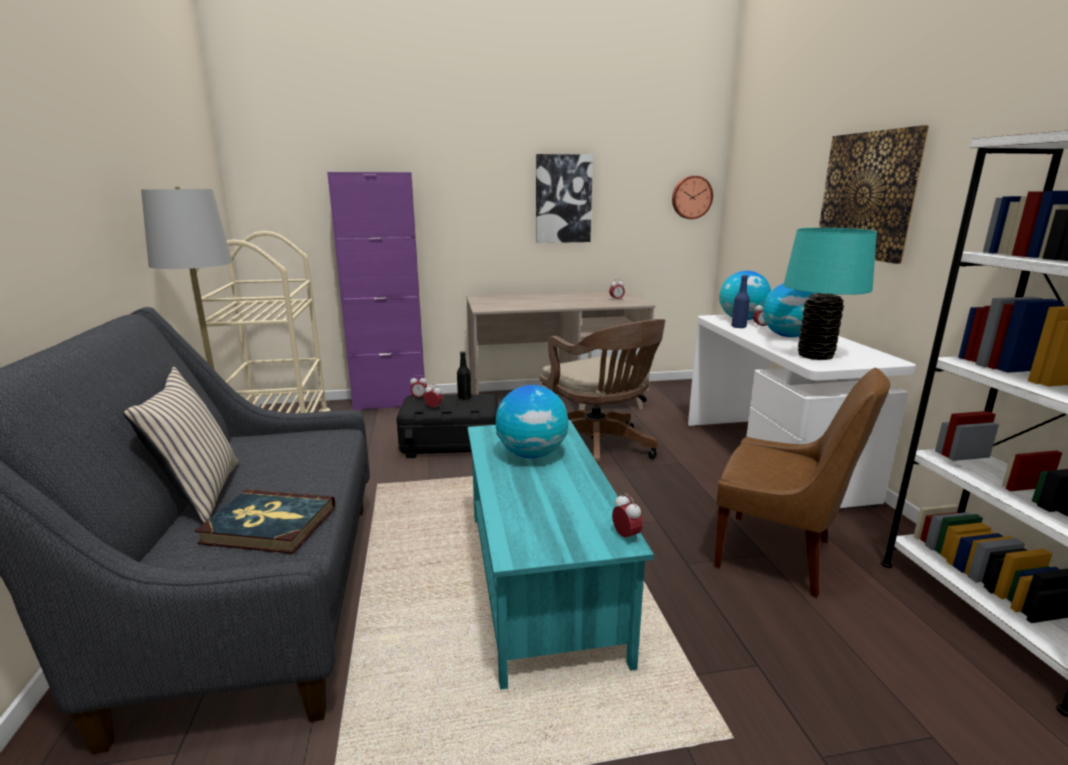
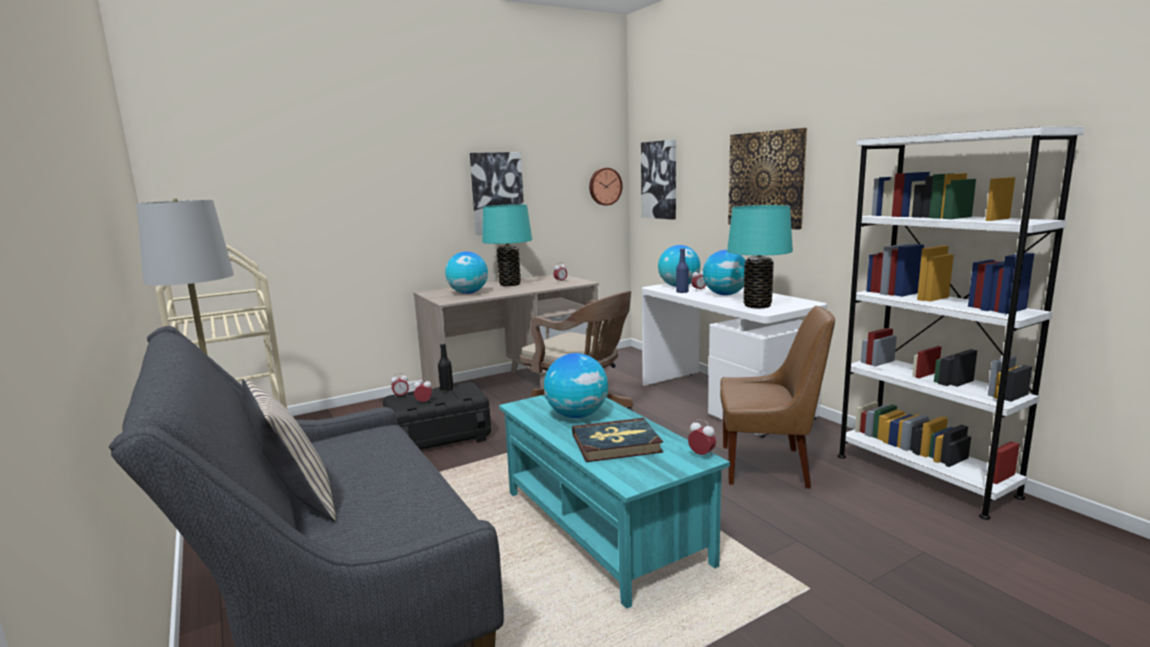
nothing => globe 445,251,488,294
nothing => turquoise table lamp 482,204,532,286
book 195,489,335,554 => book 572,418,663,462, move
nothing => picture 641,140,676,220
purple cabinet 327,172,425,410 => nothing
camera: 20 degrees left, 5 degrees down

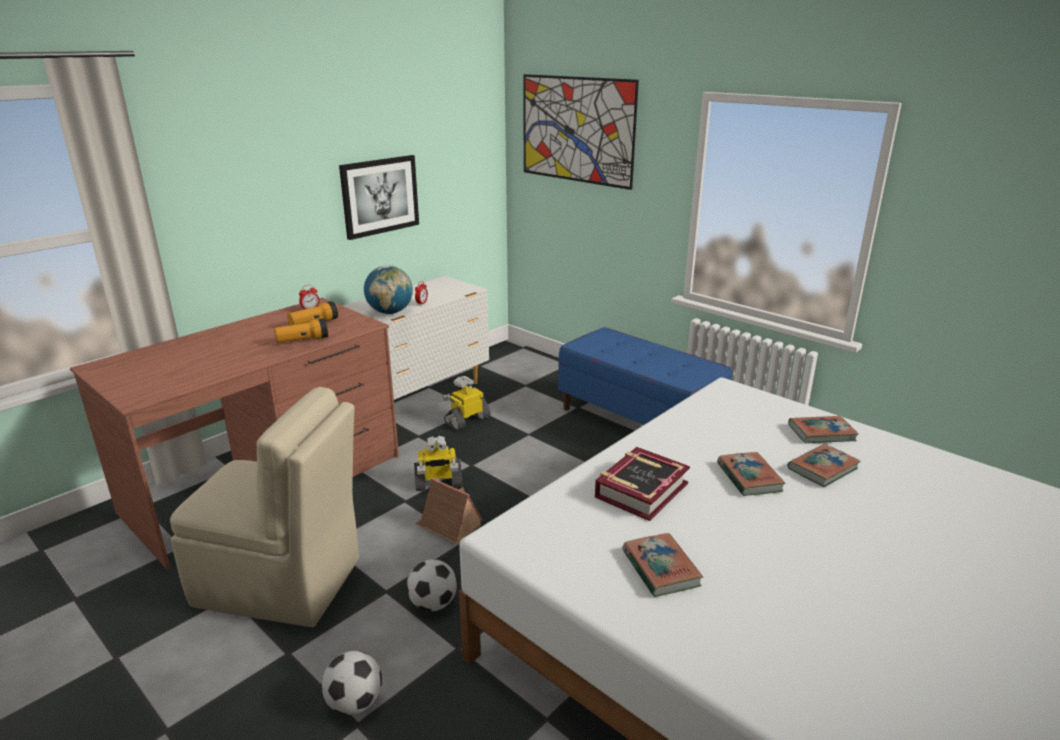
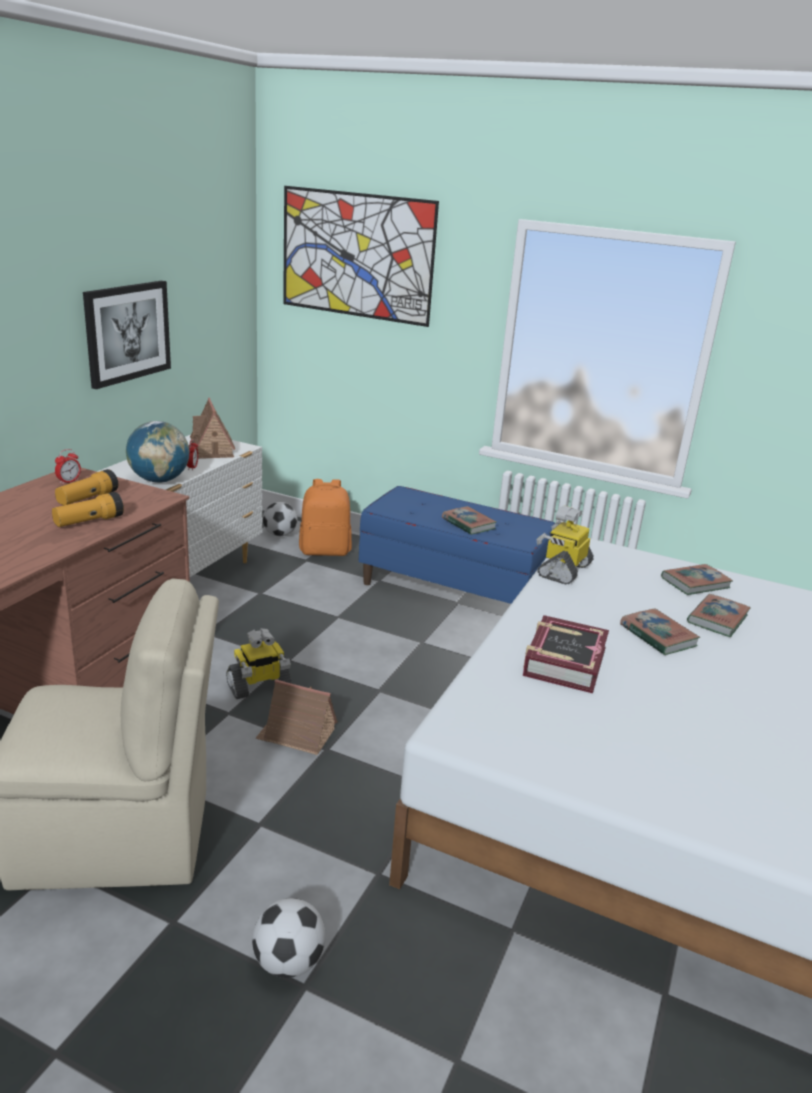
nothing => toy house 190,398,236,459
football 407,559,457,611 => football 263,502,298,536, move
nothing => orange backpack 299,479,352,556
book 622,533,703,597 => book 442,506,497,535, move
toy robot 442,376,491,430 => toy robot 536,506,594,584, move
camera: 20 degrees left, 0 degrees up

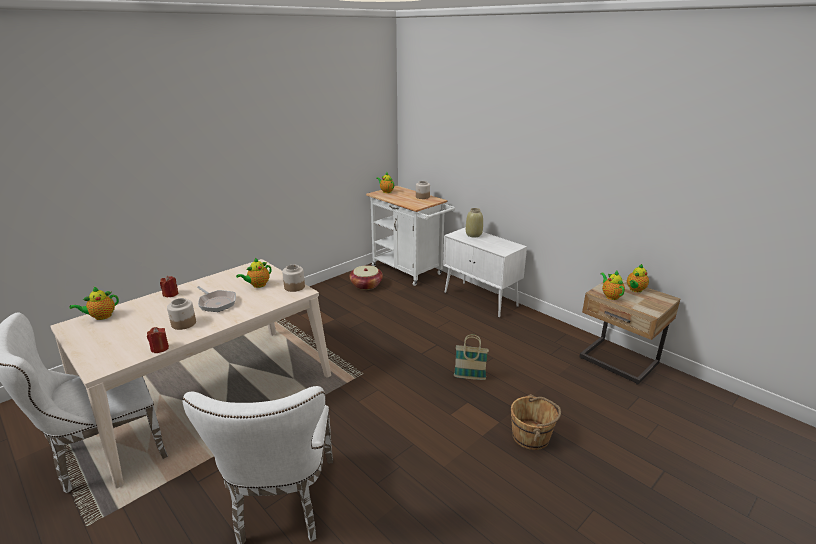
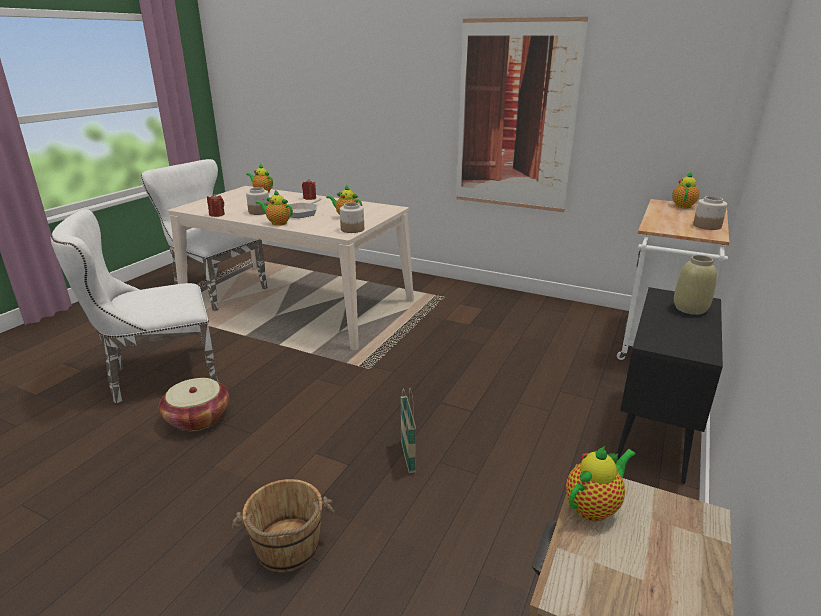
basket 350,265,383,290 => basket 159,378,229,431, move
teapot 627,264,649,292 => teapot 256,190,293,226, move
nothing => picture 456,17,588,212
white cabinet 443,227,527,318 => black cabinet 616,287,723,484
camera: 70 degrees right, 0 degrees up

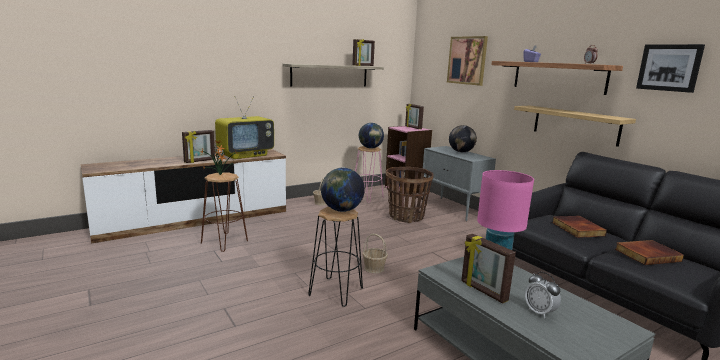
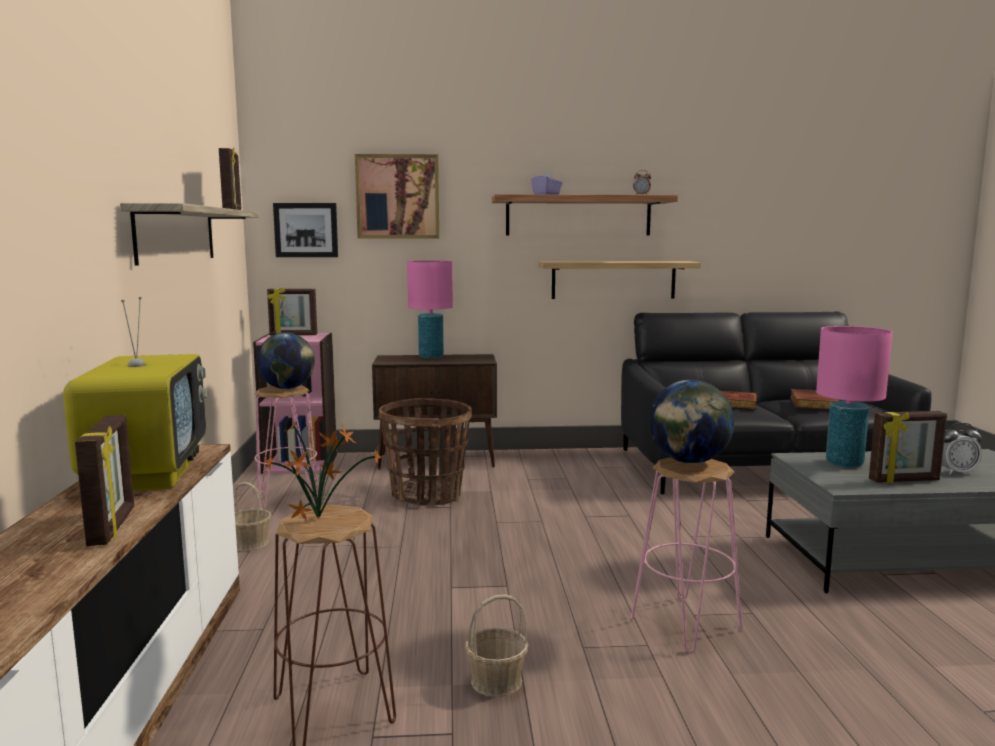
picture 636,44,705,93 => picture 273,203,338,257, move
grey cabinet 423,146,496,221 => brown cabinet 372,354,497,469
globe 449,125,477,152 => pink table lamp 407,260,453,359
basket 362,234,388,273 => basket 465,594,528,697, move
black stool 308,207,363,307 => pink stool 631,457,742,653
camera: 60 degrees left, 5 degrees down

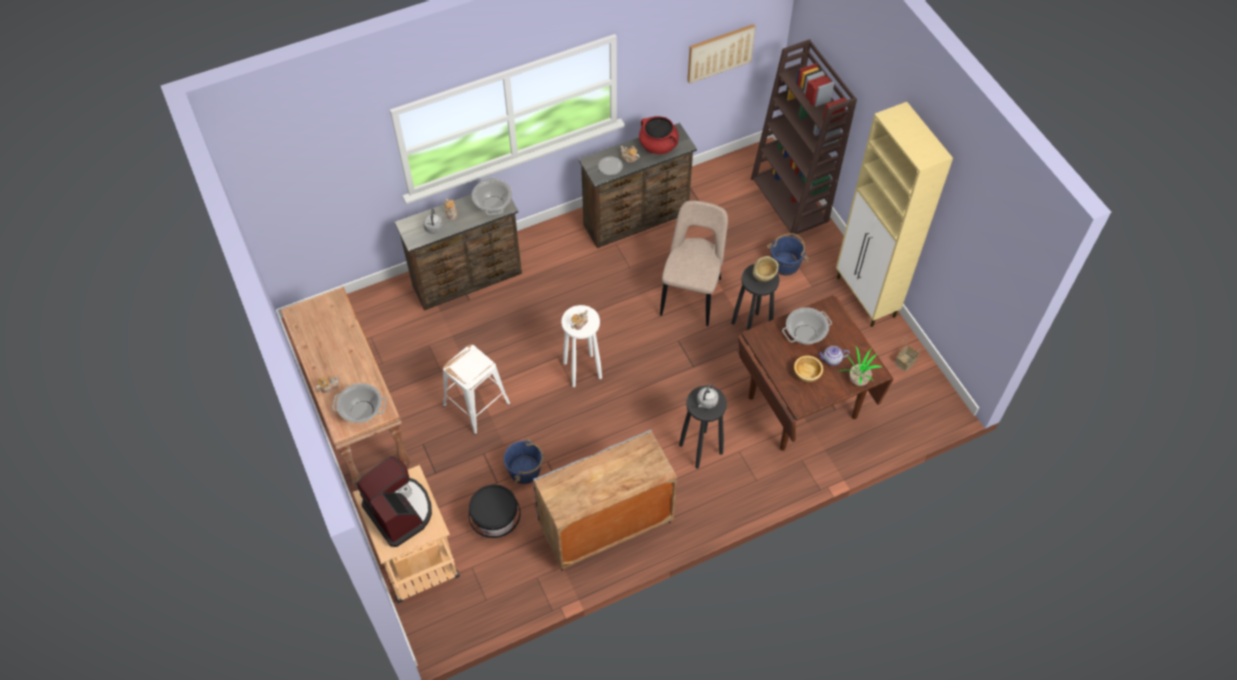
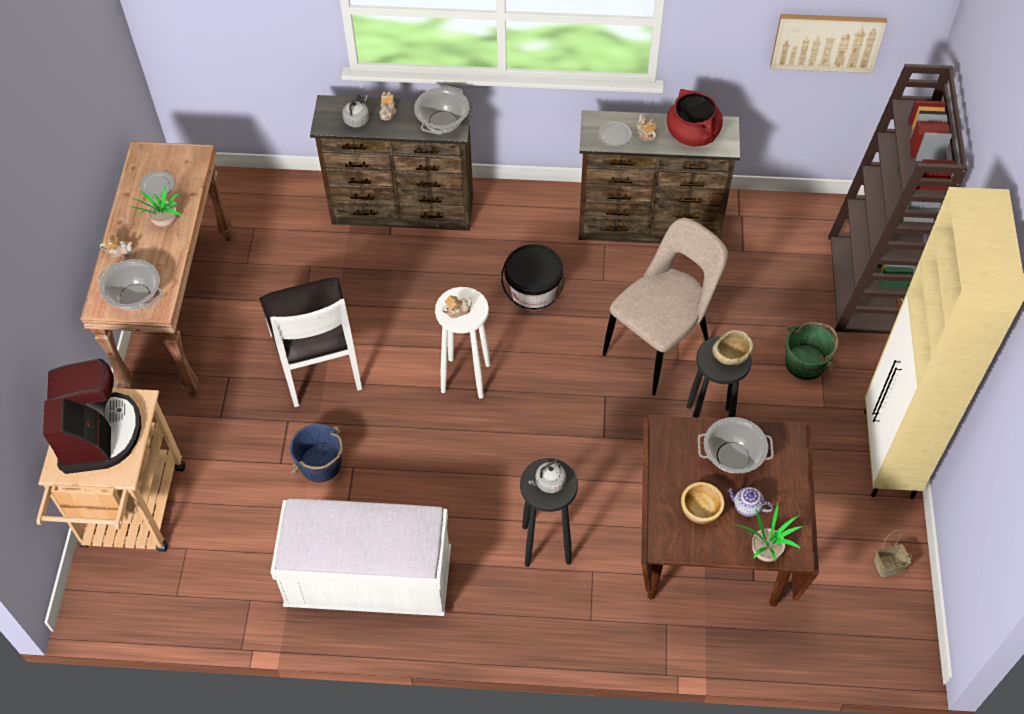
nothing => potted plant 128,186,183,227
nothing => plate 140,171,175,198
white stool 443,345,511,435 => white chair 259,278,362,407
grey cabinet 533,429,677,571 => white bench 270,498,451,616
black bucket 469,485,521,538 => black bucket 501,244,564,310, move
blue bucket 767,233,809,276 => green bucket 785,322,839,380
camera: 30 degrees right, 0 degrees up

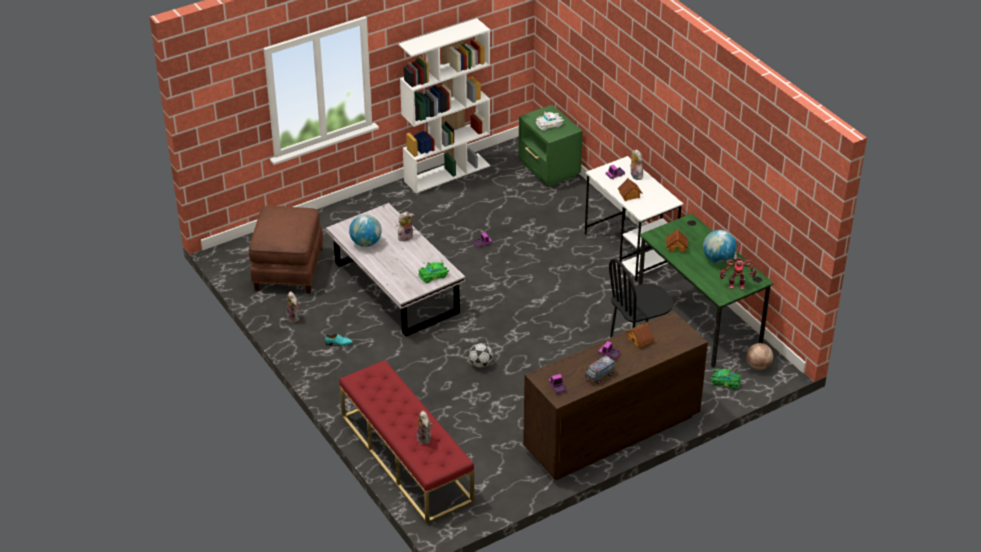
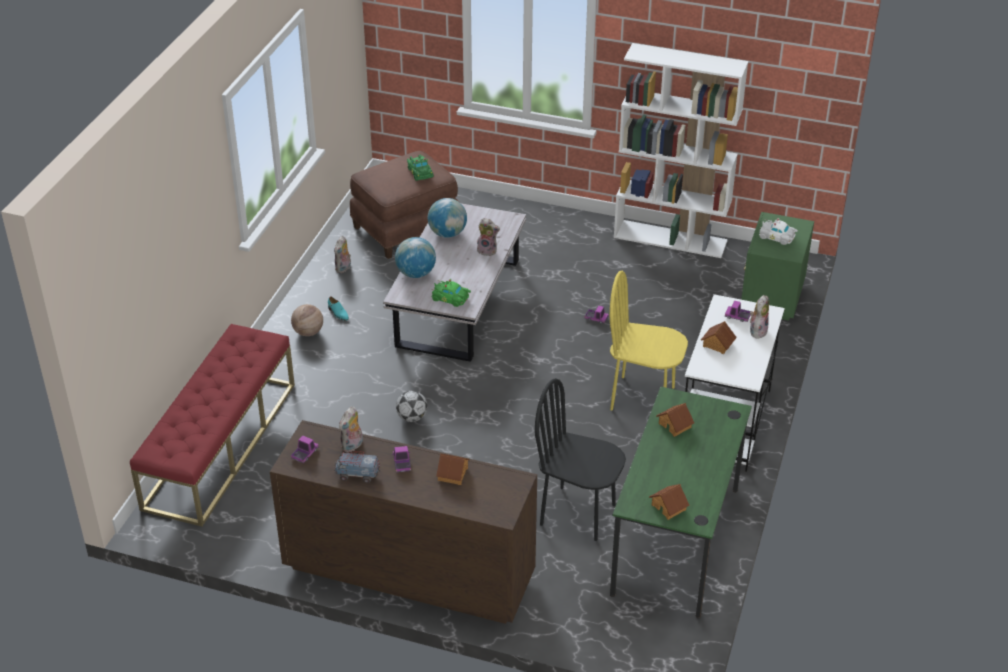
basketball 746,343,773,370 => basketball 291,304,323,336, move
plush toy 417,410,433,445 => plush toy 339,406,363,453, move
globe 703,230,737,263 => globe 395,237,436,278, move
green toy car 710,368,742,390 => green toy car 407,155,434,181, move
nothing => yellow chair 610,271,688,411
toy robot 720,251,757,289 => toy house 649,484,689,520
camera: 50 degrees right, 0 degrees up

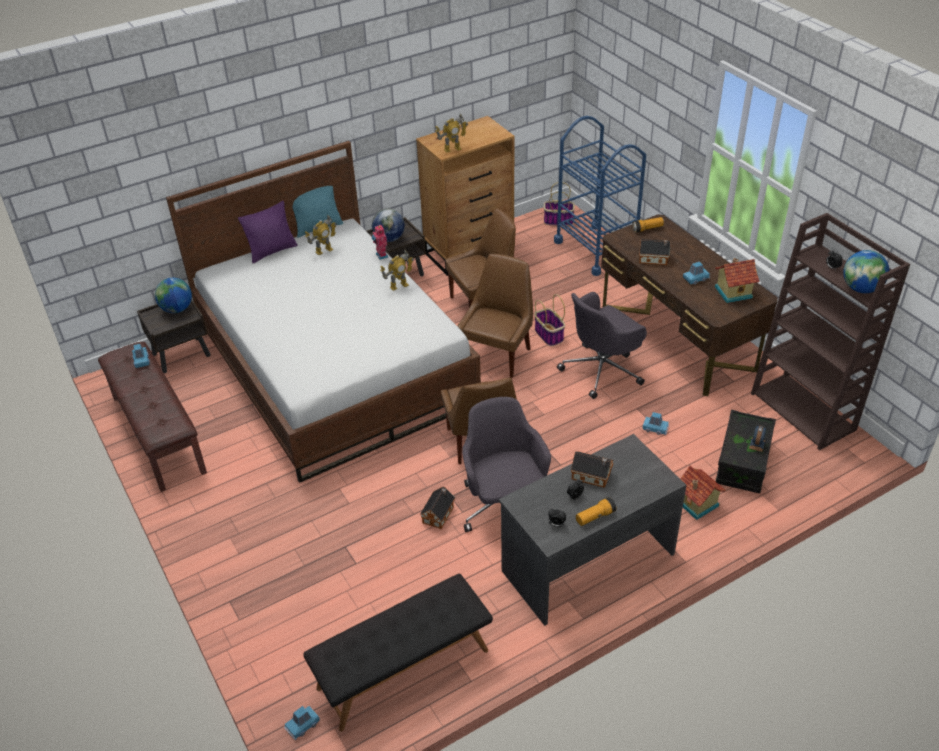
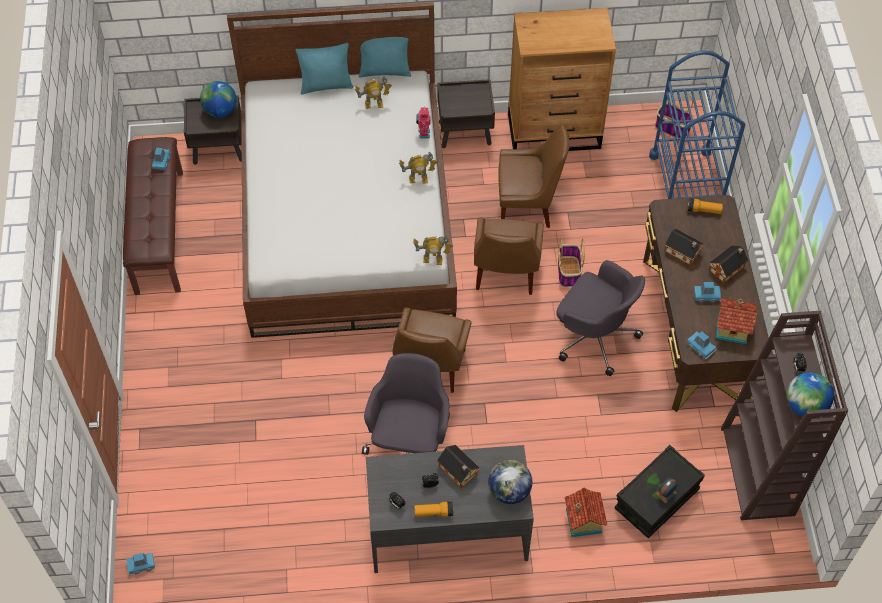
purple pillow 238,201,298,263 => turquoise pillow 296,43,353,95
toy robot 435,114,468,153 => toy robot 413,235,453,265, move
brown chair 457,254,533,378 => brown chair 474,217,544,295, 135 degrees clockwise
globe 372,209,405,242 => globe 488,460,532,504, move
grey office chair 557,292,647,399 => grey office chair 557,260,645,376, 135 degrees counterclockwise
blue toy car 642,412,669,436 => blue toy car 687,332,716,360, move
toy house 420,487,455,529 => toy house 709,245,749,284, move
black bench 303,574,493,732 => nothing
camera: 25 degrees right, 15 degrees up

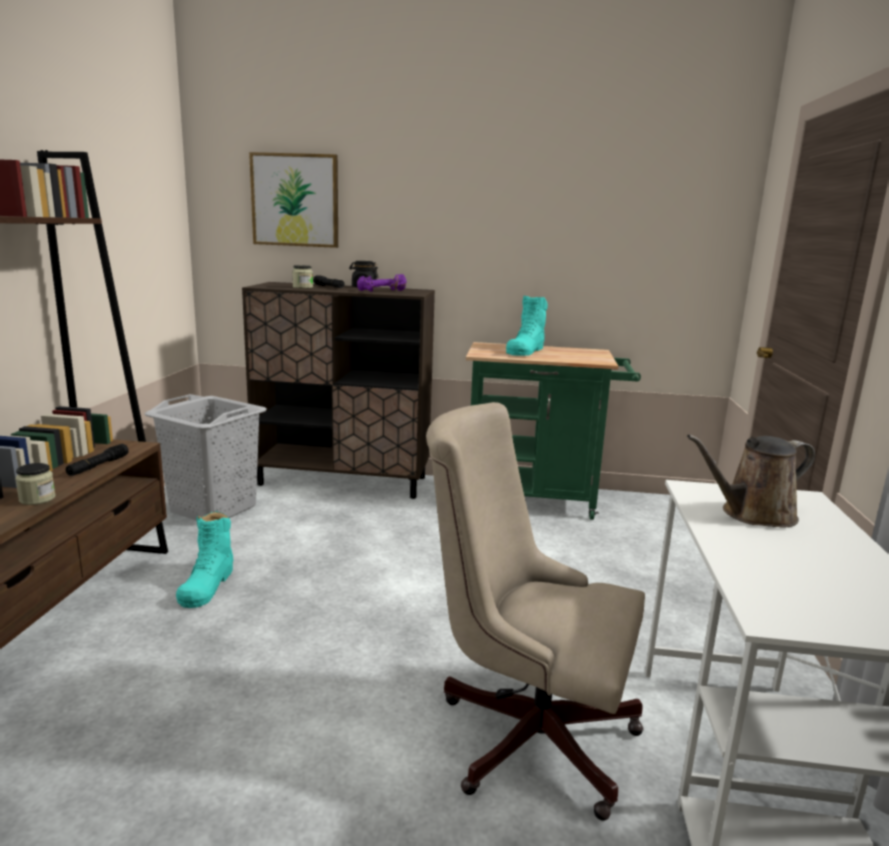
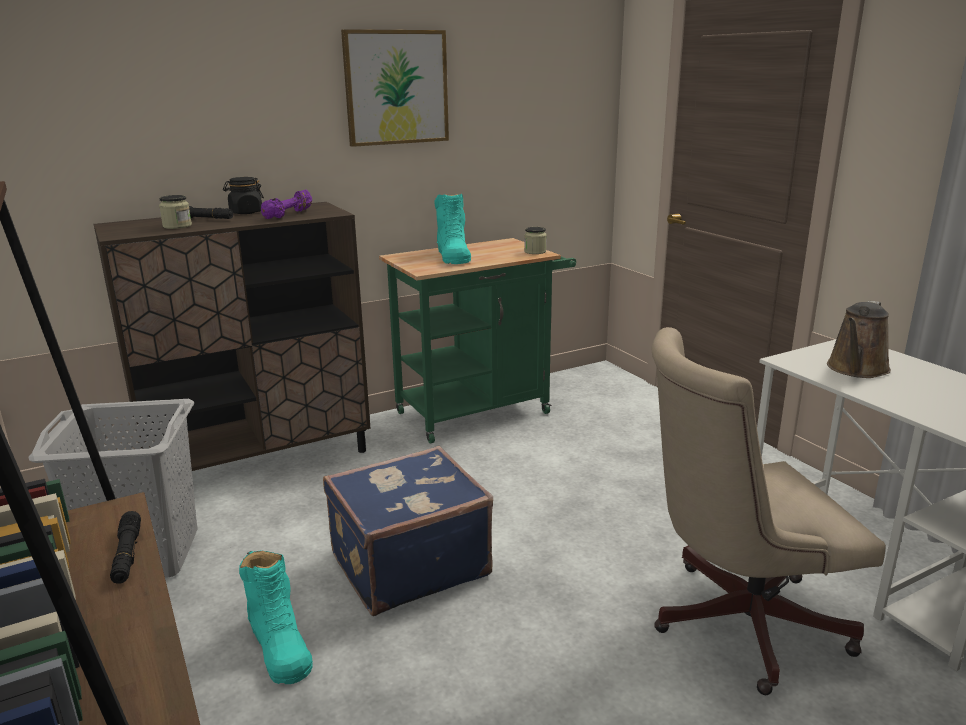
nothing => blue suitcase 323,446,493,616
picture 249,152,338,248 => picture 341,29,449,147, move
jar 15,463,56,505 => jar 524,227,547,254, move
camera: 35 degrees left, 5 degrees up

